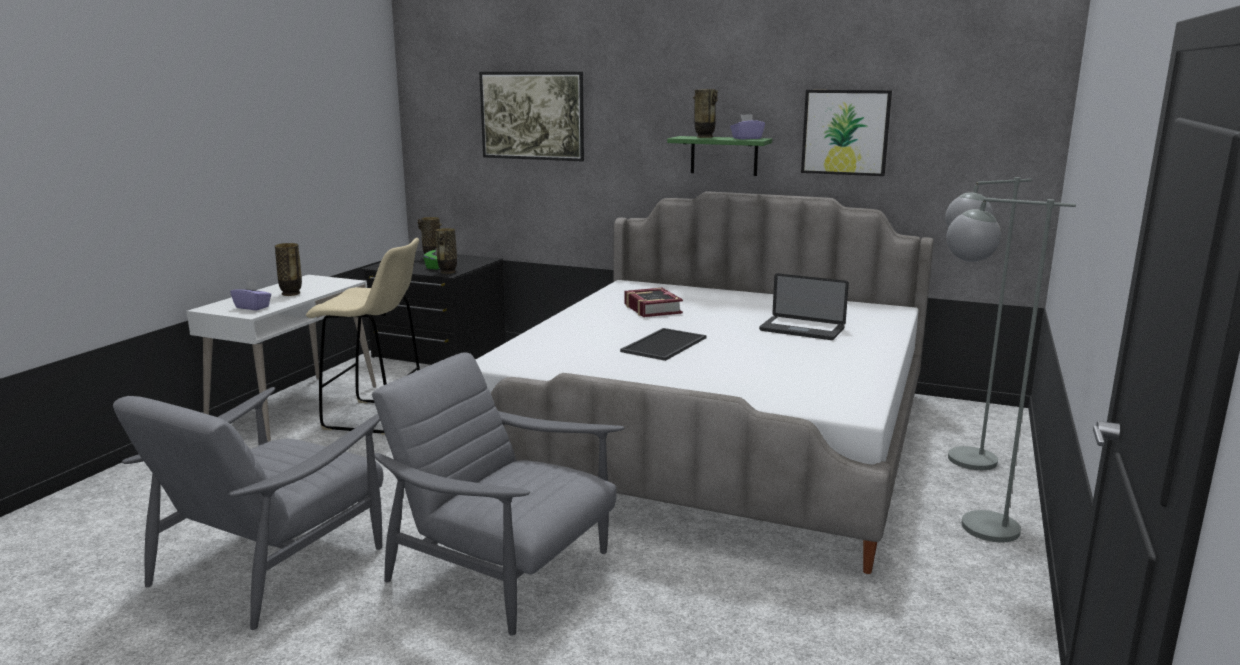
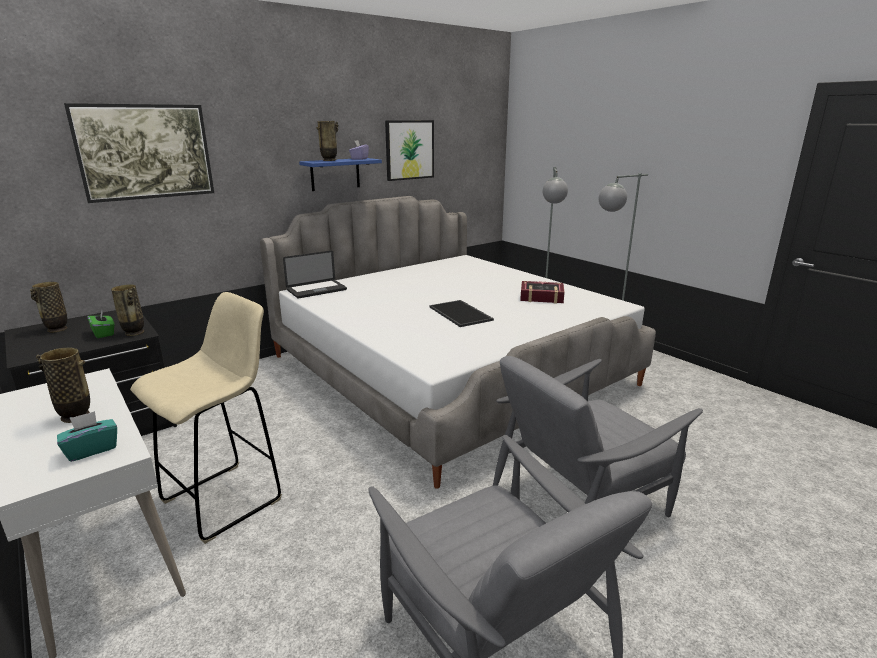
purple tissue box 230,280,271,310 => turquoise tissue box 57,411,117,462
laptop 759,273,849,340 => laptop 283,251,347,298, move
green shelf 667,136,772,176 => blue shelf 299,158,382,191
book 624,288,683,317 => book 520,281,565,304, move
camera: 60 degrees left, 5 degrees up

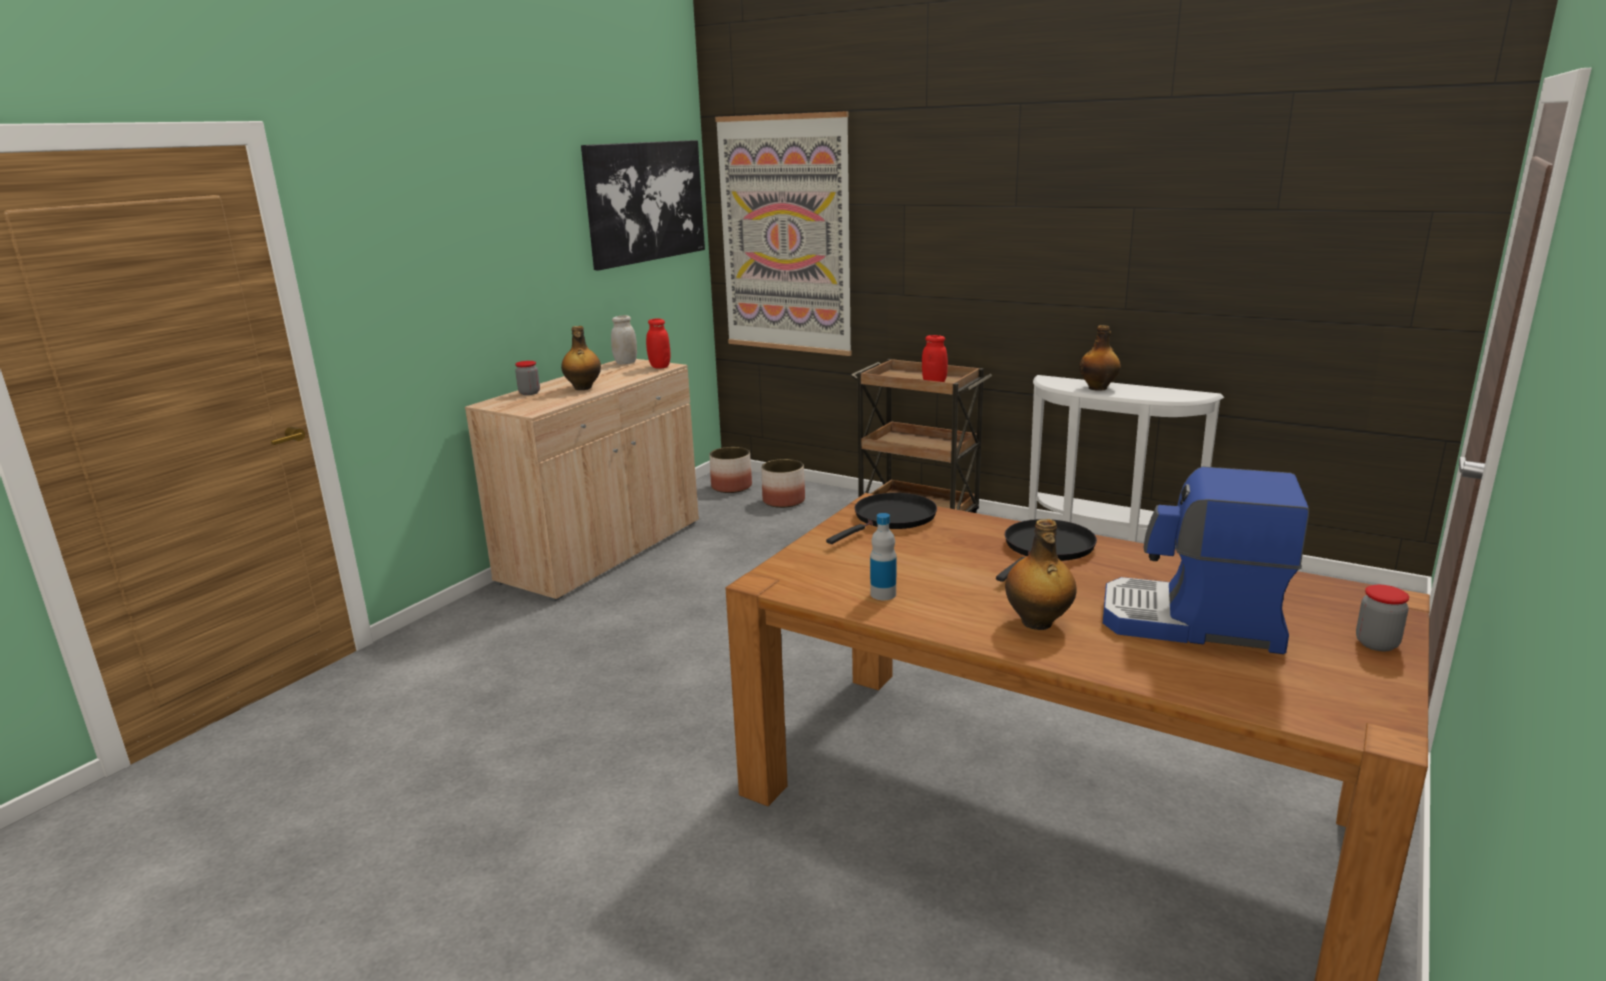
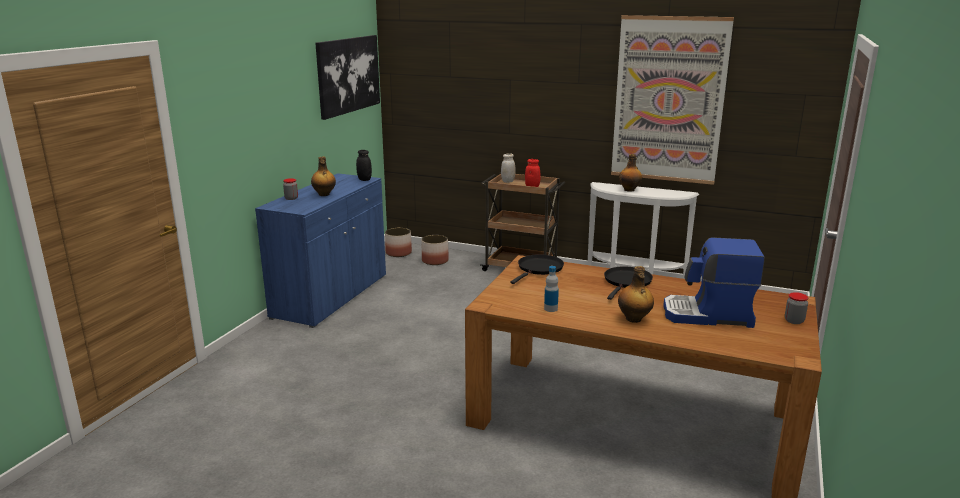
beige cabinet 465,359,699,602 => blue cabinet 255,173,386,328
red jar 646,318,671,369 => black jar 356,150,372,181
white jar 611,315,637,364 => white jar 501,153,515,183, move
picture 715,111,852,356 => picture 611,15,734,185, move
camera: 10 degrees left, 0 degrees up

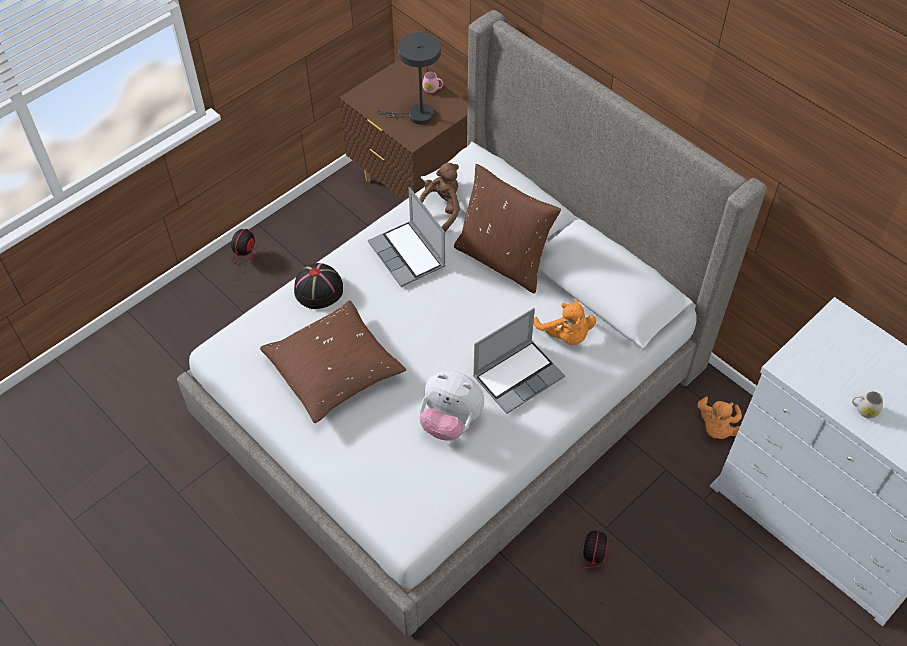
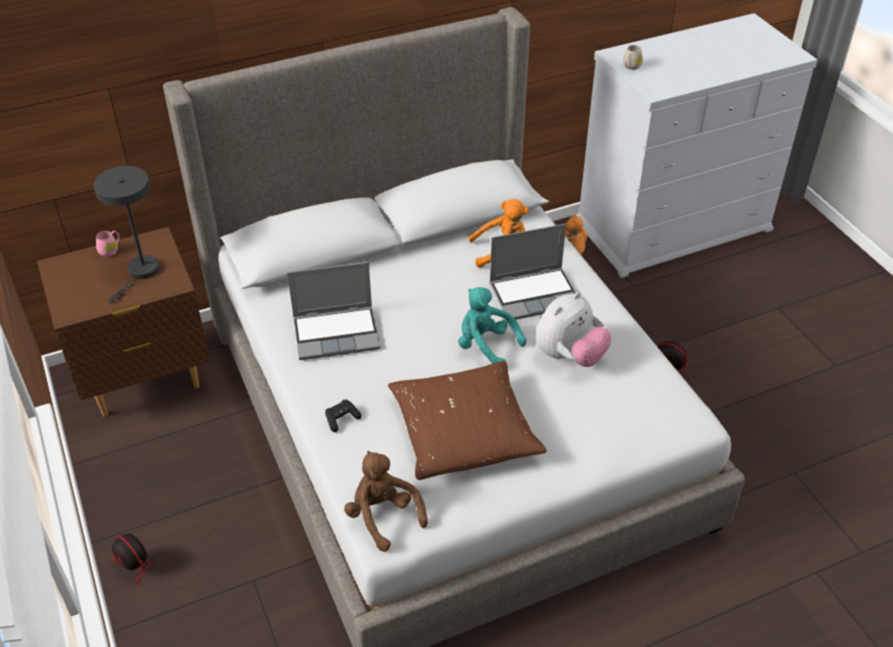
black hat 294,263,343,309 => black game controller 325,399,361,432
brown plush toy 419,163,460,232 => brown plush toy 344,451,428,552, move
nothing => turquoise plush toy 458,287,526,364
laptop 473,308,565,414 => laptop 489,224,576,320, 90 degrees clockwise
white mug 852,391,883,419 => white mug 623,45,643,70, move
brown pillow 454,164,561,293 => nothing
camera: 70 degrees left, 10 degrees down

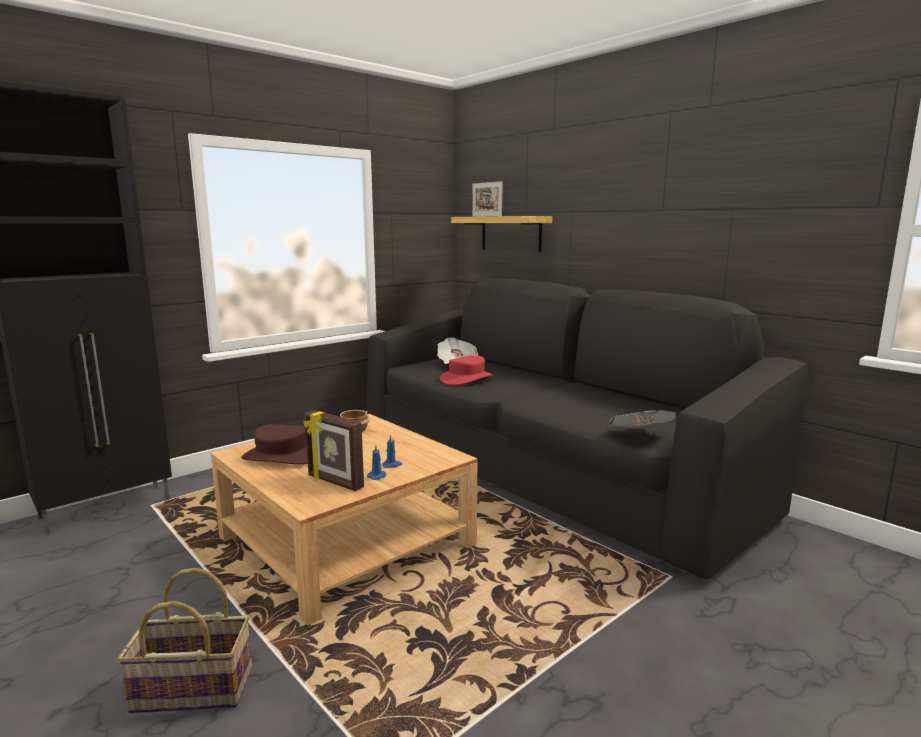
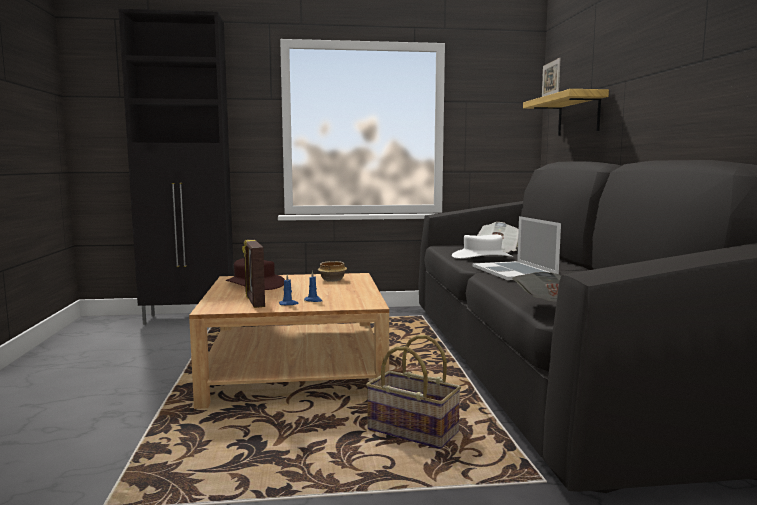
basket 117,568,252,713 => basket 366,335,461,449, move
red hat 440,355,494,385 => white hat 452,234,513,259
nothing => laptop 472,216,561,280
camera: 35 degrees right, 5 degrees down

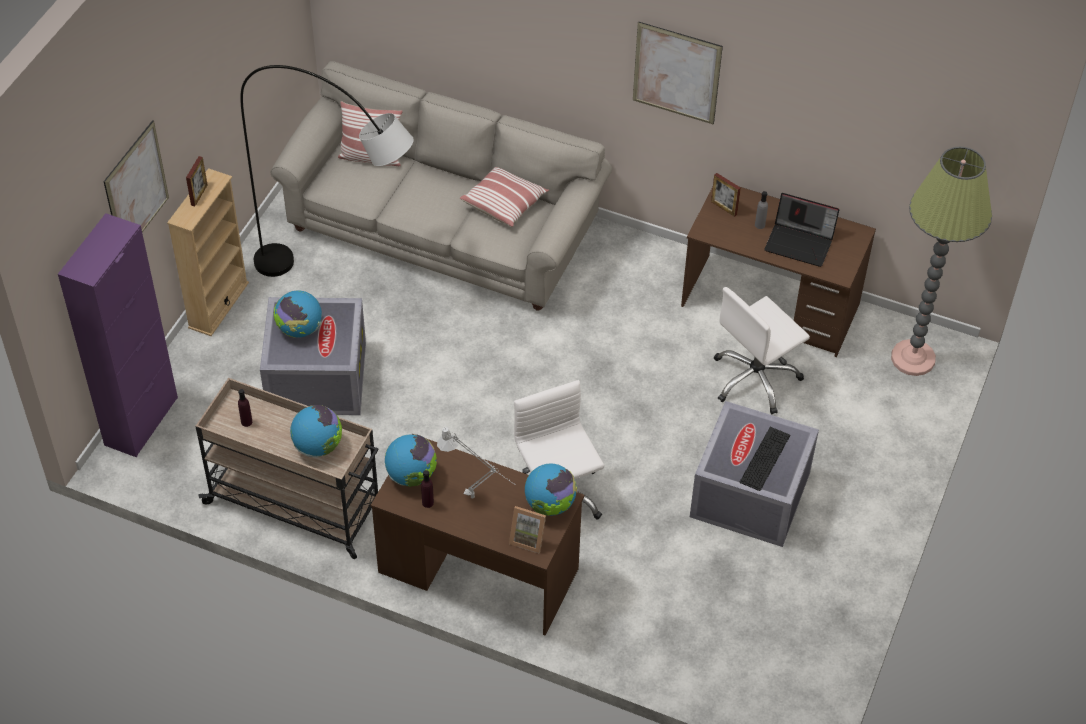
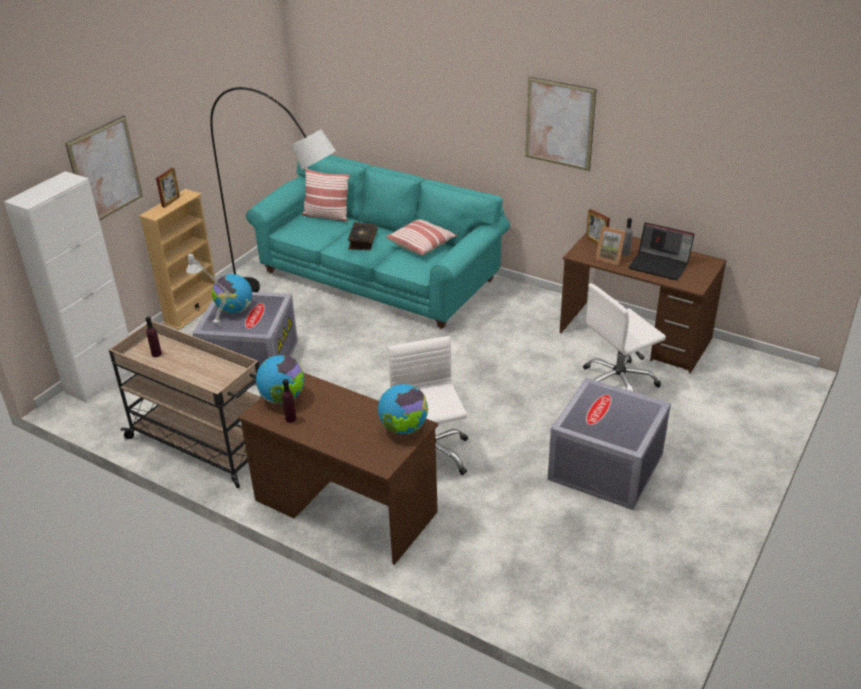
purple cabinet 58,213,178,457 => white cabinet 4,171,129,403
grey table lamp 437,427,516,499 => grey table lamp 186,254,243,326, move
beige sofa 270,61,612,311 => turquoise sofa 246,155,510,329
nothing => book 348,222,378,250
picture frame 509,506,546,553 => picture frame 595,226,626,265, move
globe 290,405,342,457 => nothing
keyboard 739,427,790,491 => nothing
floor lamp 891,147,992,376 => nothing
camera: 10 degrees right, 15 degrees down

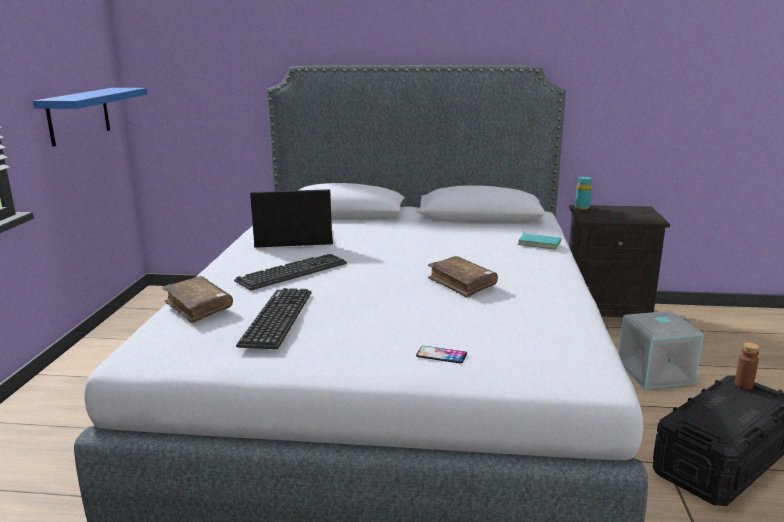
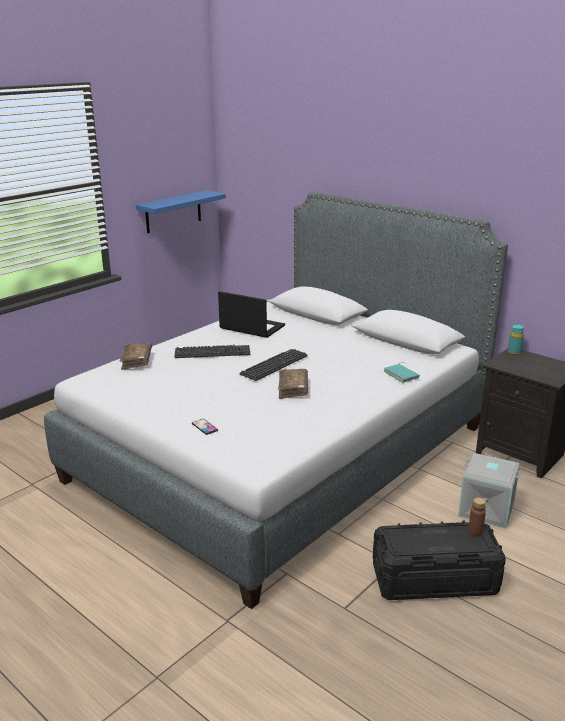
keyboard 236,288,311,349 => keyboard 239,349,308,381, move
camera: 35 degrees right, 5 degrees up

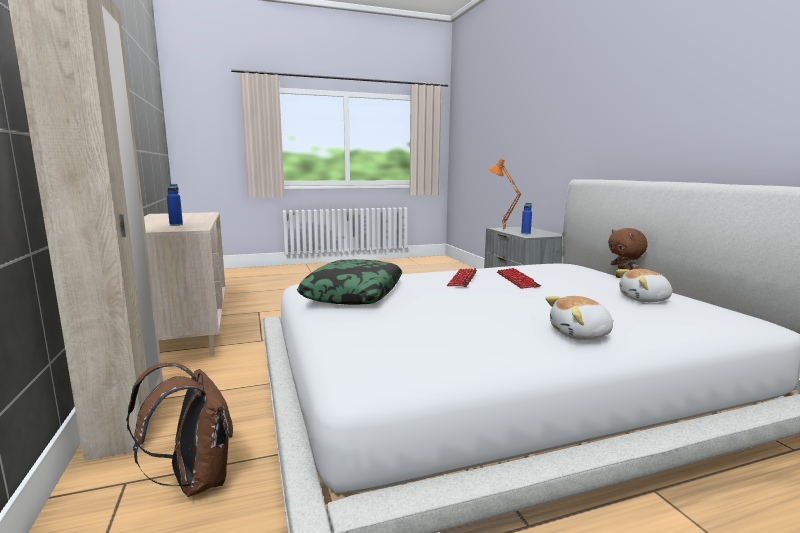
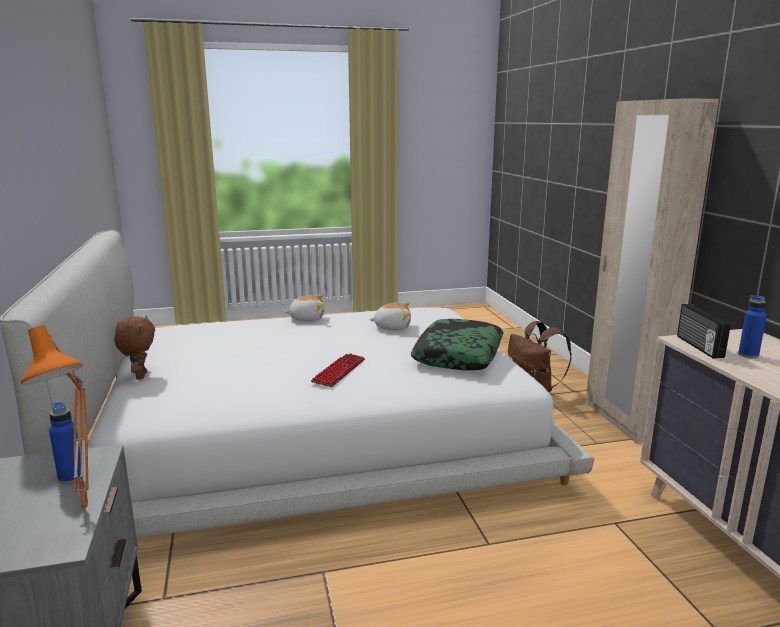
plush toy 616,269,673,302 => plush toy 369,302,411,330, move
nothing => radio 677,304,731,358
keyboard 497,268,541,289 => nothing
camera: 175 degrees left, 5 degrees up

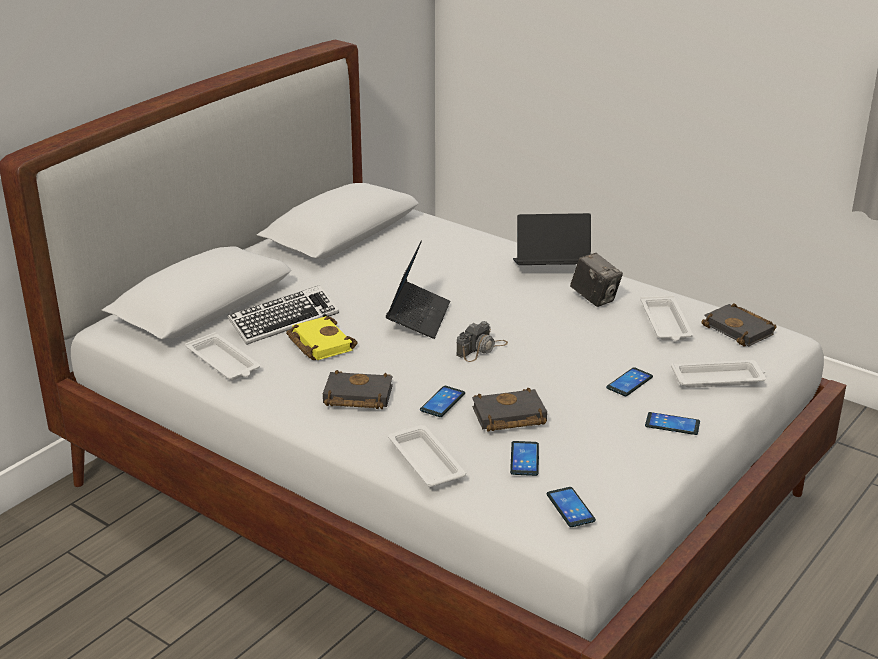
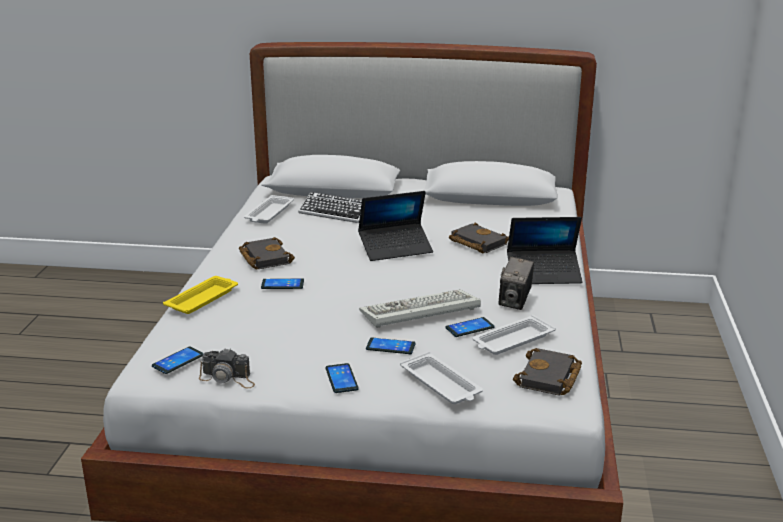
white tray 388,425,466,487 => yellow tray 163,276,238,314
photo camera 456,321,508,362 => photo camera 199,348,255,388, move
nothing => keyboard 359,289,481,328
phone 510,441,539,476 => phone 445,317,494,337, move
black book 472,388,547,432 => black book 449,222,509,253, move
laptop 513,213,591,265 => laptop 507,217,583,284, 120 degrees clockwise
yellow book 286,316,358,360 => nothing
camera: 60 degrees right, 5 degrees down

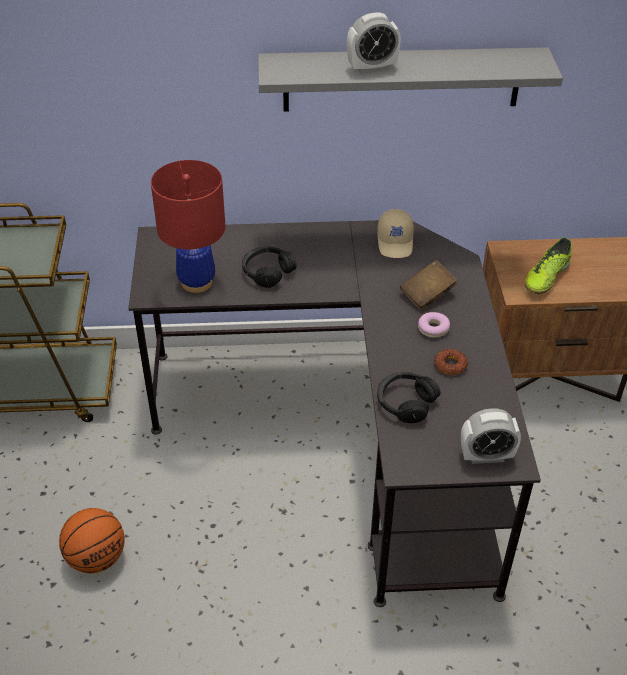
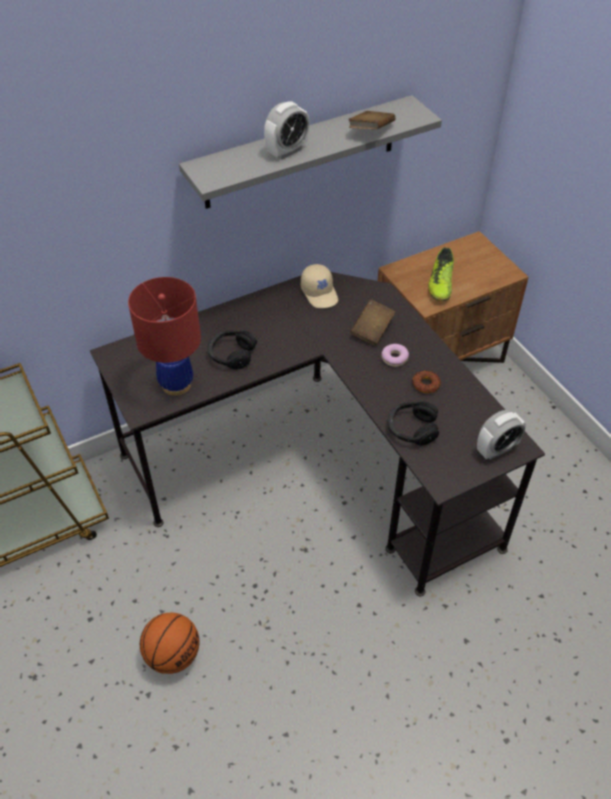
nothing => brown book 348,111,396,129
camera: 25 degrees left, 5 degrees up

